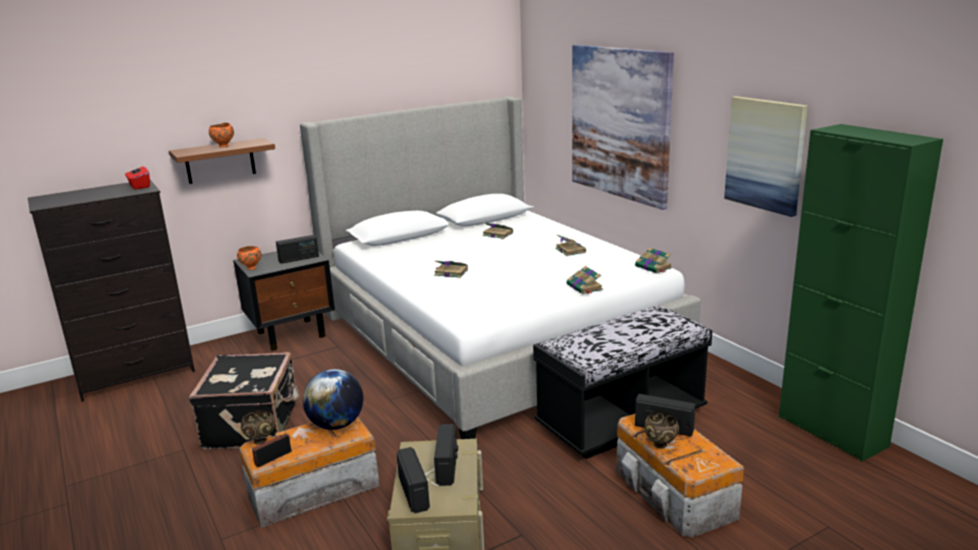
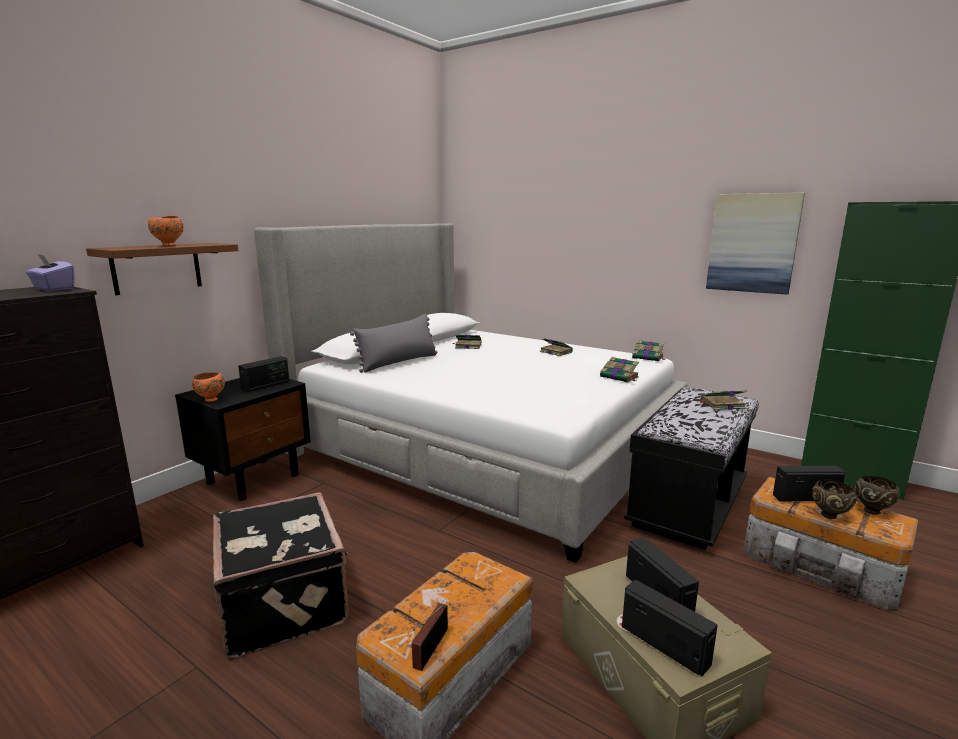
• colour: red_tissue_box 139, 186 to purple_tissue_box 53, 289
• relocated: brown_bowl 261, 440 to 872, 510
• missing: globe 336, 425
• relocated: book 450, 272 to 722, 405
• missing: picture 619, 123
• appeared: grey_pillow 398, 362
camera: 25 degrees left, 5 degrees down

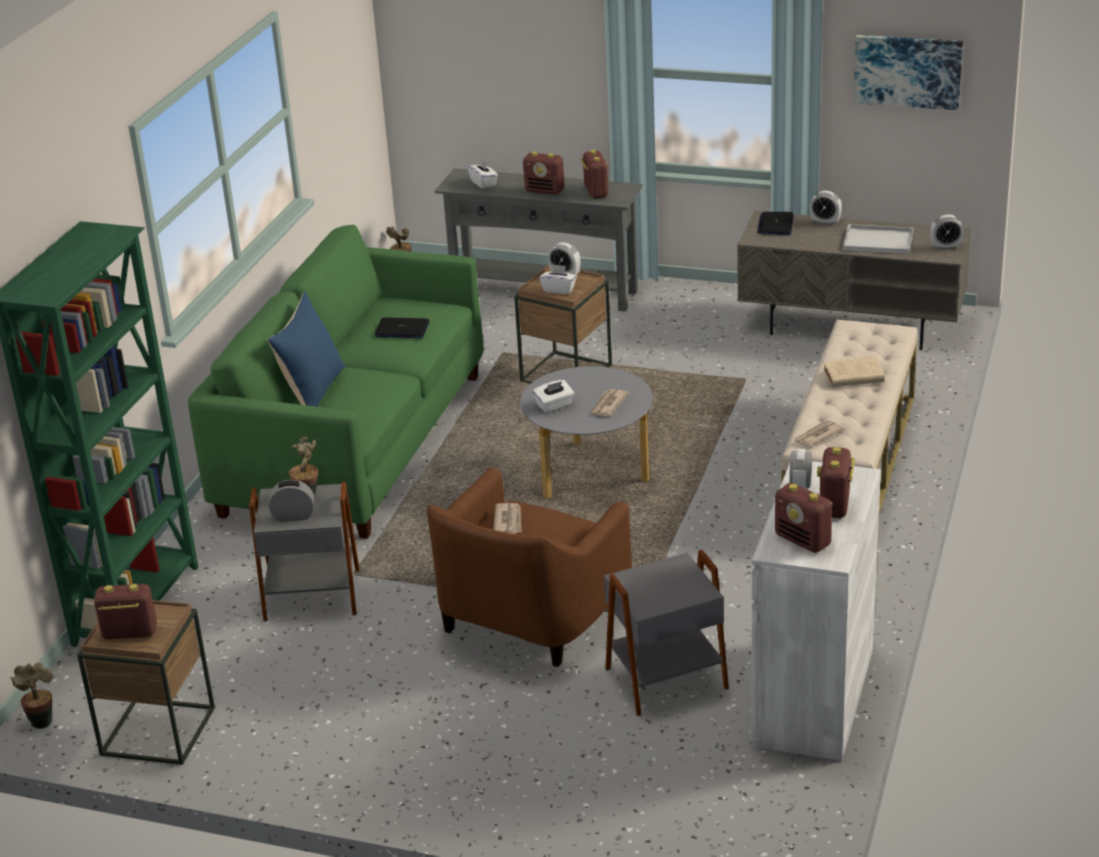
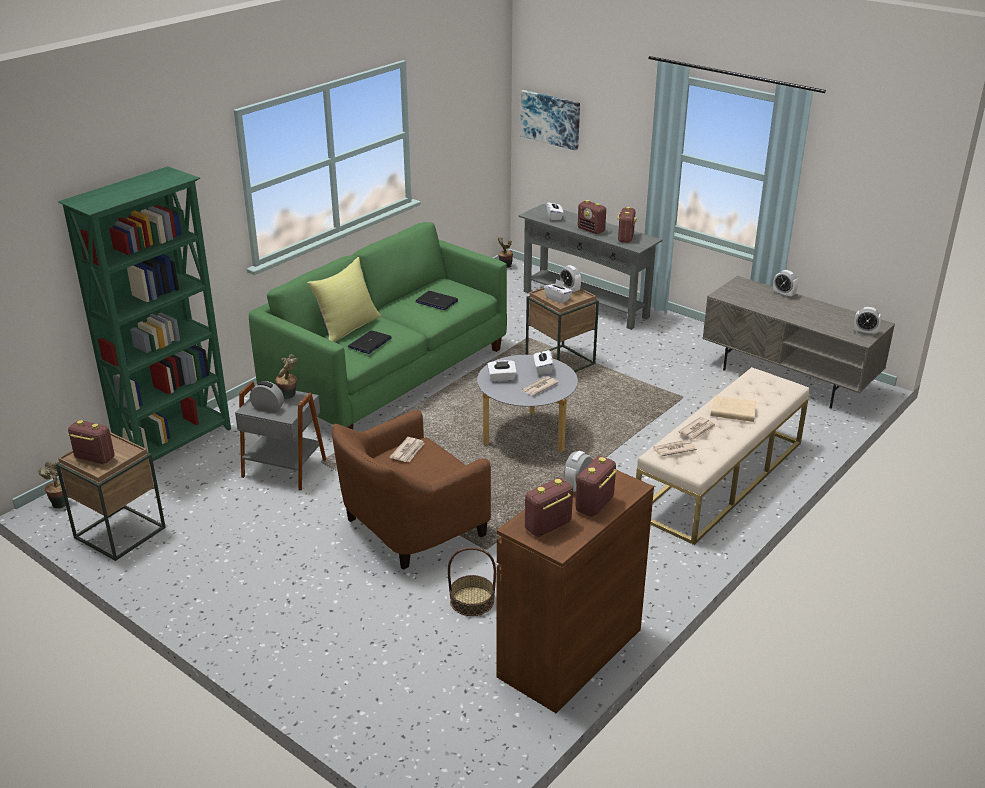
• colour: blue_pillow 313, 390 to yellow_pillow 348, 328
• exchanged: grey_side_table 665, 677 to basket 472, 601
• colour: white_cabinet 814, 696 to brown_cabinet 570, 653
• relocated: laptop 776, 224 to 370, 343
• spun: radio 803, 541 = 547, 526 75 degrees clockwise
• missing: white_tray 879, 241
• relocated: picture 908, 71 to 551, 119
• appeared: white_tissue_box 542, 369
• appeared: newspaper 698, 430
camera: 20 degrees right, 0 degrees up

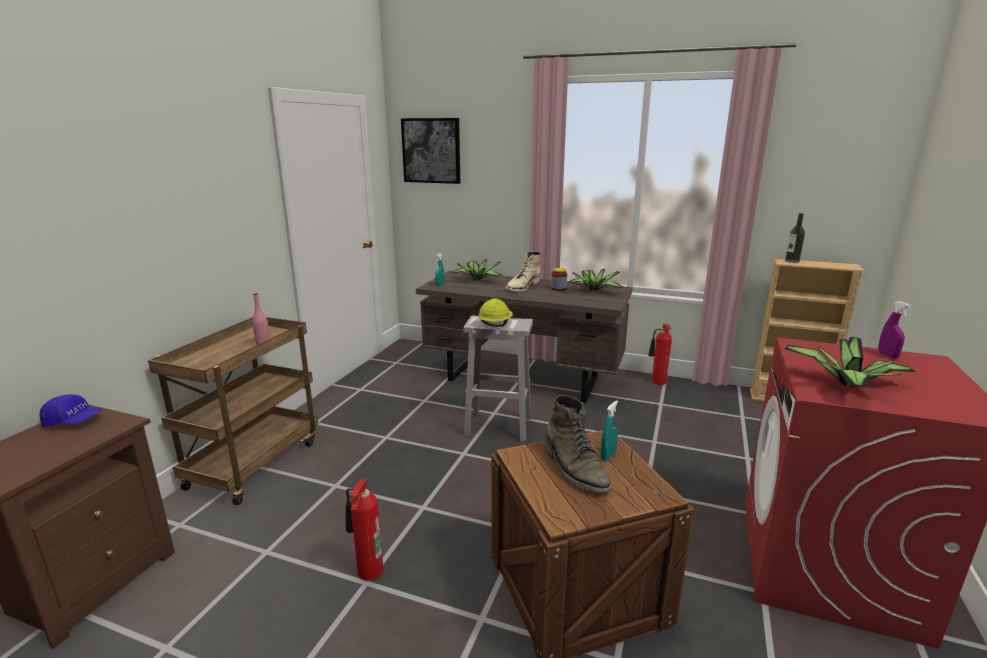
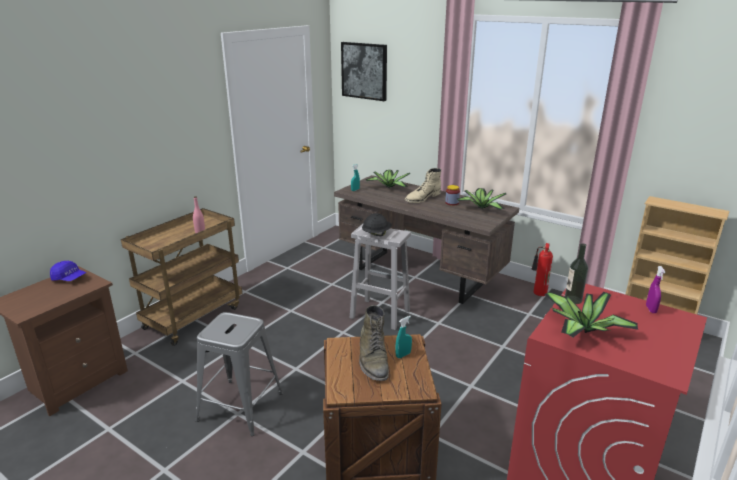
• exchanged: fire_extinguisher 367, 573 to grey_stool 240, 407
• colour: yellow_hard_hat 495, 325 to black_hard_hat 376, 234
• relocated: bottle 792, 261 to 573, 299
camera: 15 degrees right, 5 degrees up

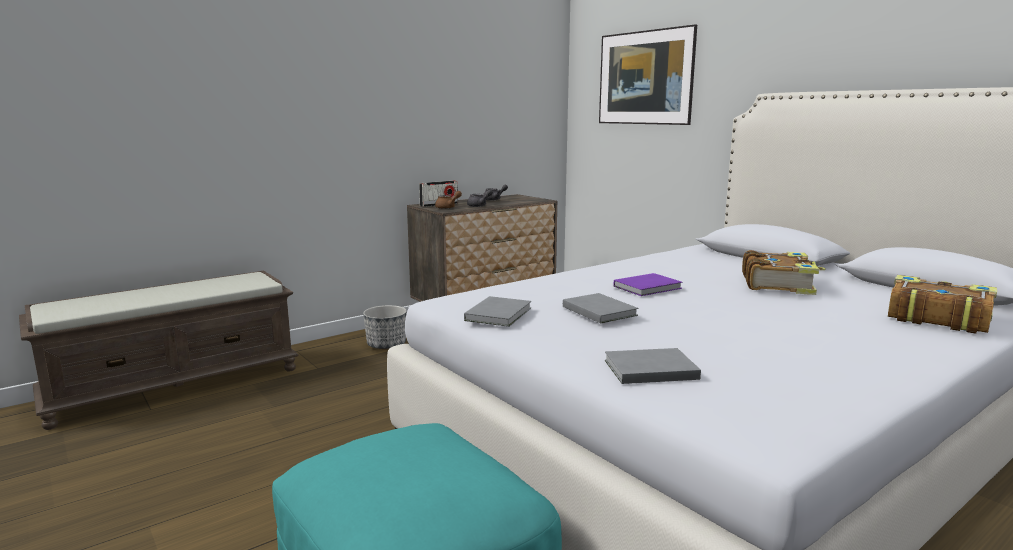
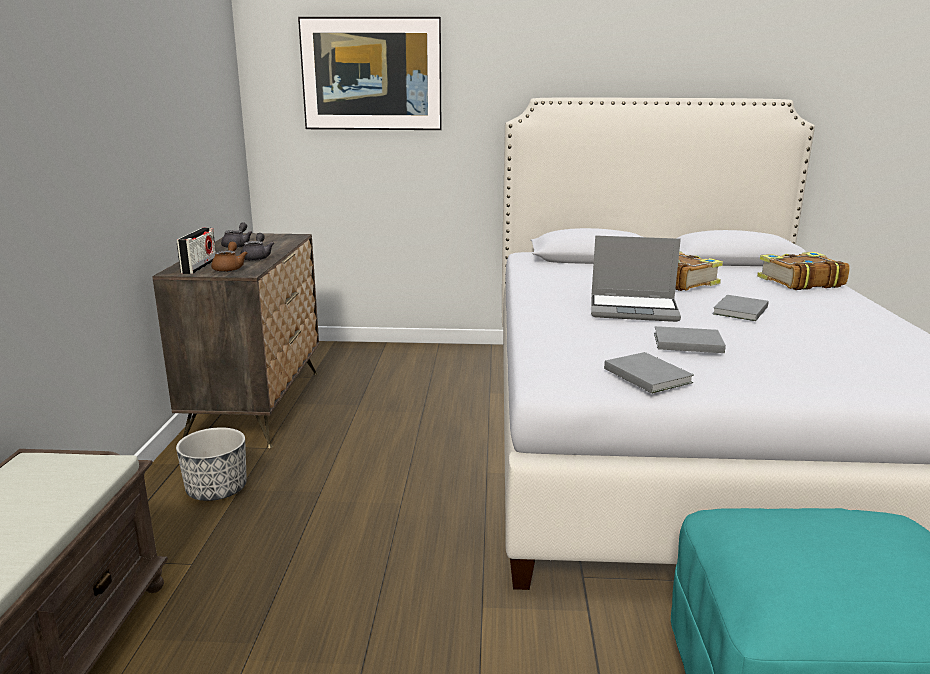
• relocated: grey_book 647, 369 to 739, 311
• exchanged: purple_book 649, 287 to laptop 634, 310
camera: 50 degrees left, 5 degrees up

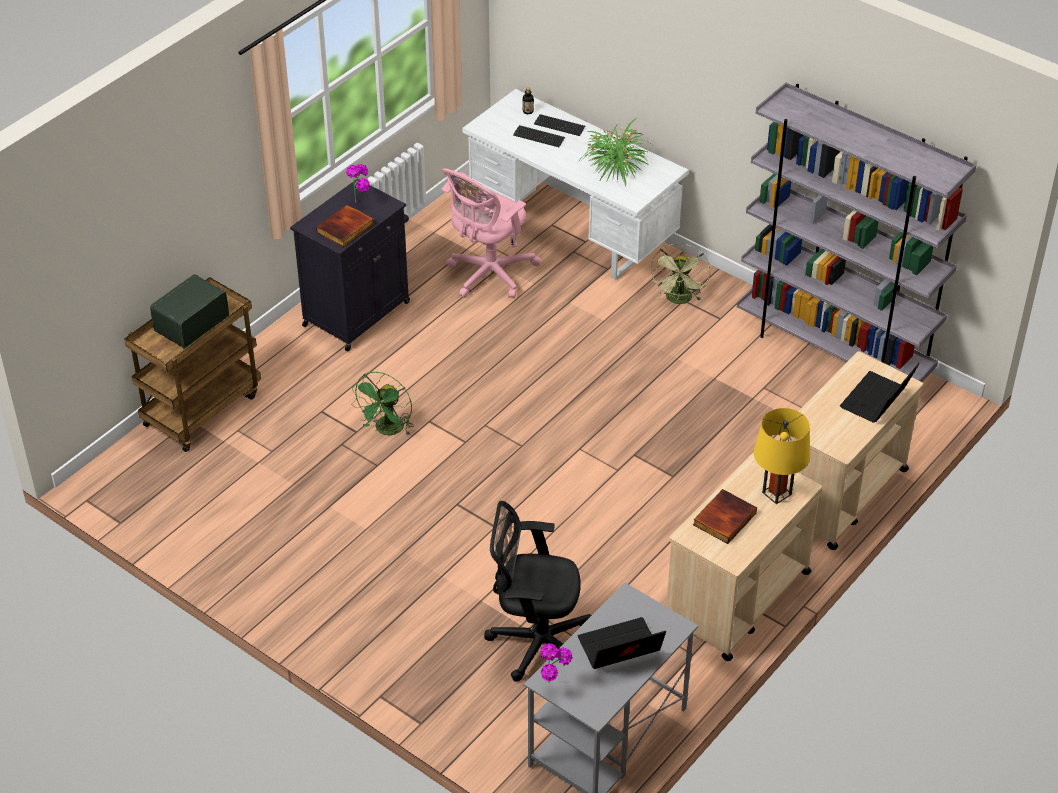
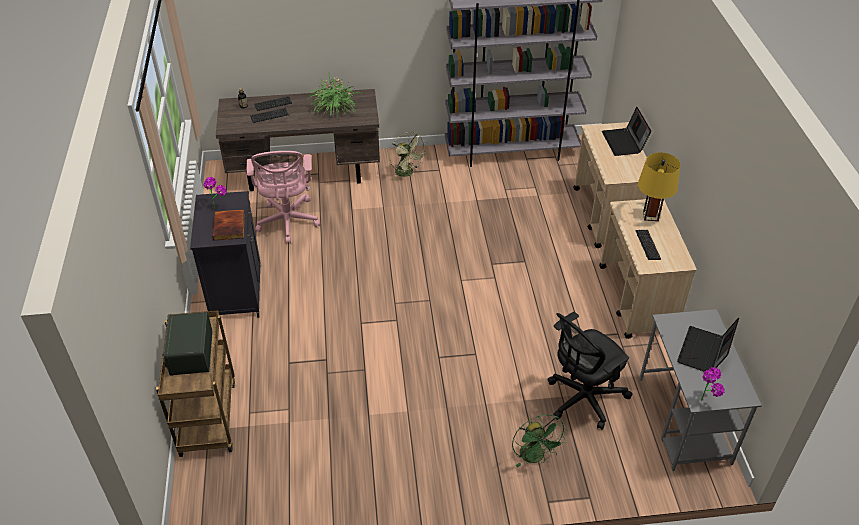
• relocated: green_fan 387, 431 to 535, 457
• colour: white_desk 574, 232 to brown_desk 306, 172
• exchanged: book 723, 518 to keyboard 647, 245
camera: 45 degrees left, 0 degrees up

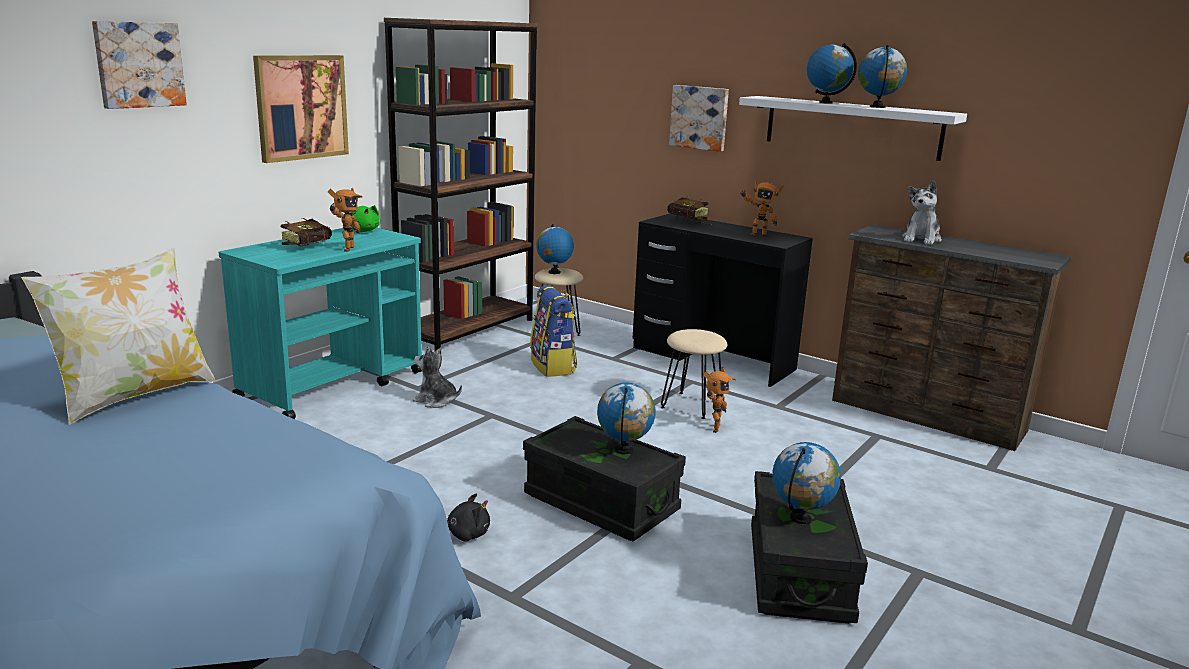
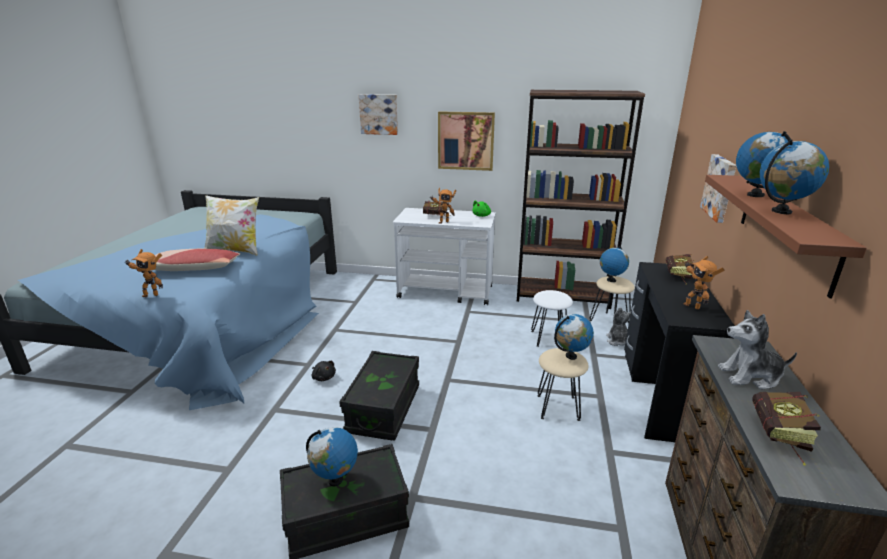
• colour: turquoise_cart 333, 384 to white_cart 446, 292
• relocated: plush_toy 436, 401 to 618, 341
• exchanged: backpack 553, 366 to white_stool 549, 338
• relocated: globe 624, 450 to 571, 356
• relocated: toy_robot 713, 428 to 151, 295
• colour: white_shelf 852, 127 to brown_shelf 786, 229
• appeared: pillow 193, 269
• appeared: book 780, 437
camera: 65 degrees right, 5 degrees up

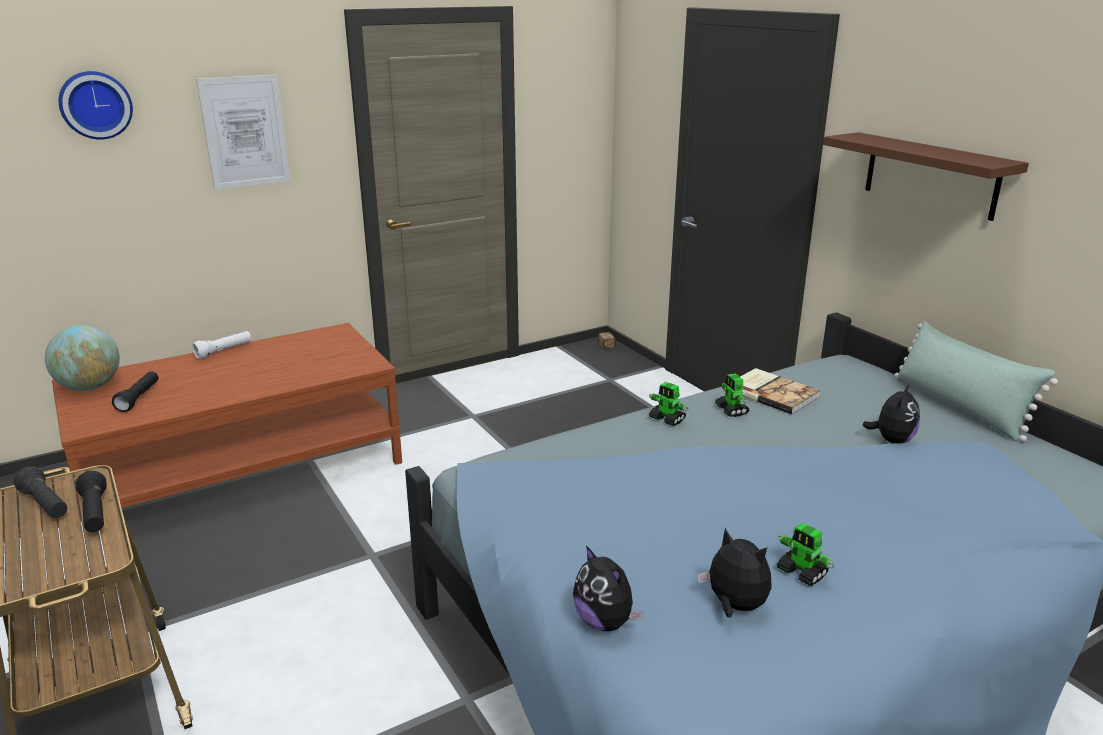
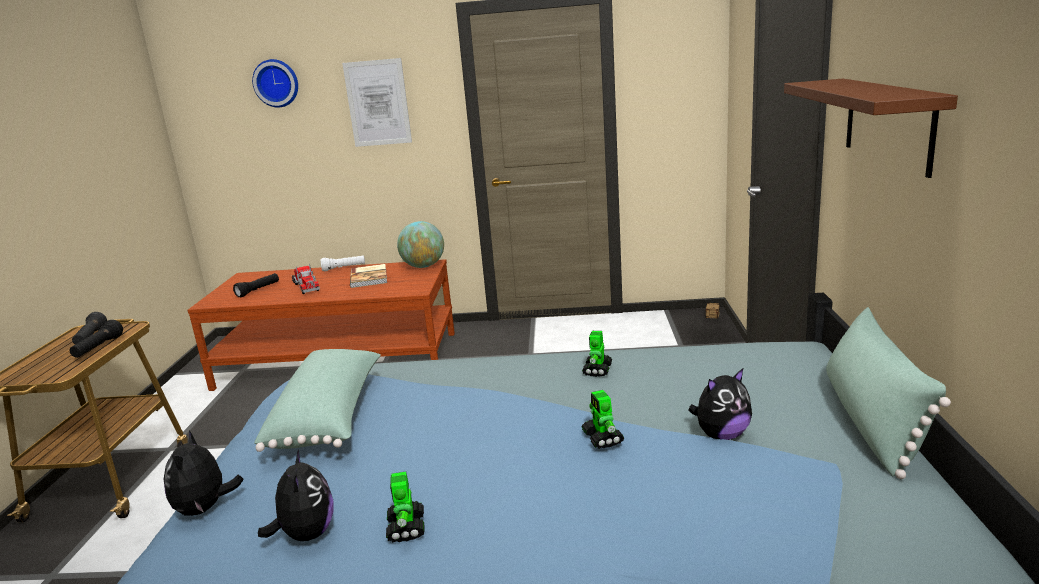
• relocated: globe 90, 387 to 423, 266
• relocated: toy_robot 667, 419 to 602, 438
• relocated: book 772, 393 to 370, 277
• appeared: green_pillow 331, 417
• appeared: toy_truck 305, 286
camera: 35 degrees right, 5 degrees down

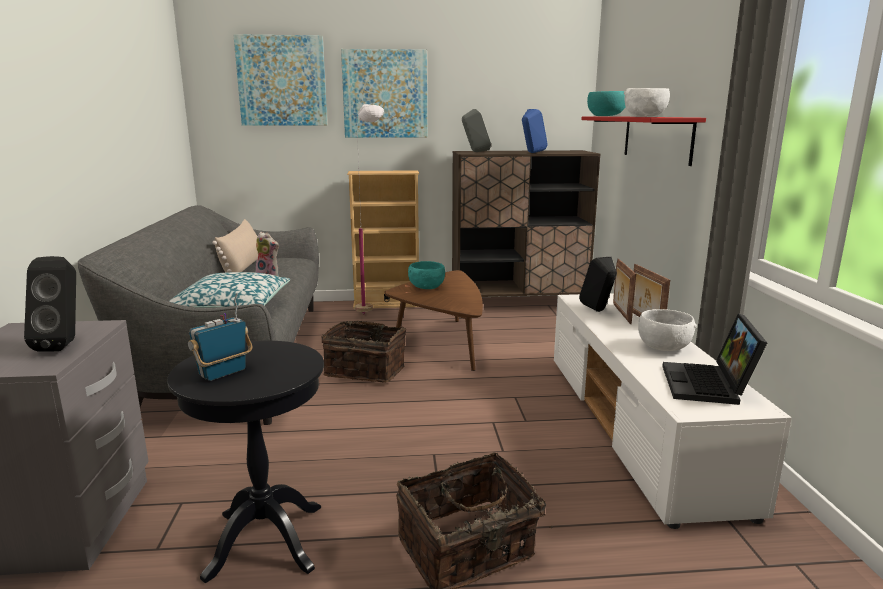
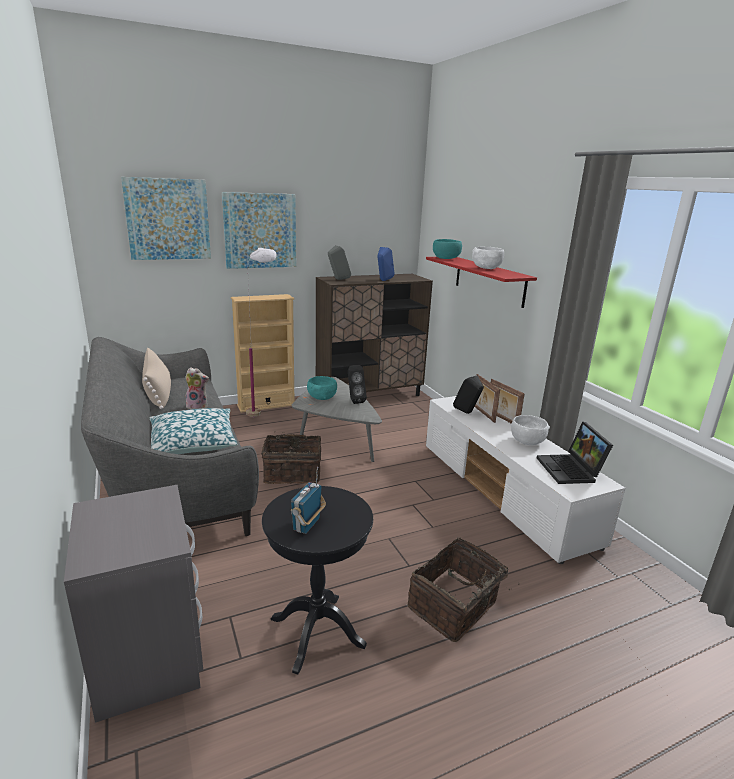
• relocated: black_speaker 64, 345 to 354, 401
• colour: brown_coffee_table 442, 343 to grey_coffee_table 335, 439
camera: 20 degrees left, 5 degrees up

